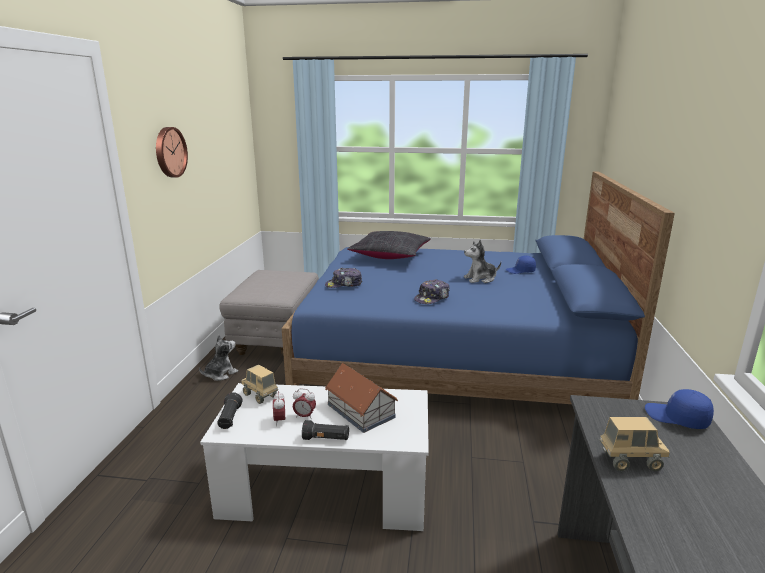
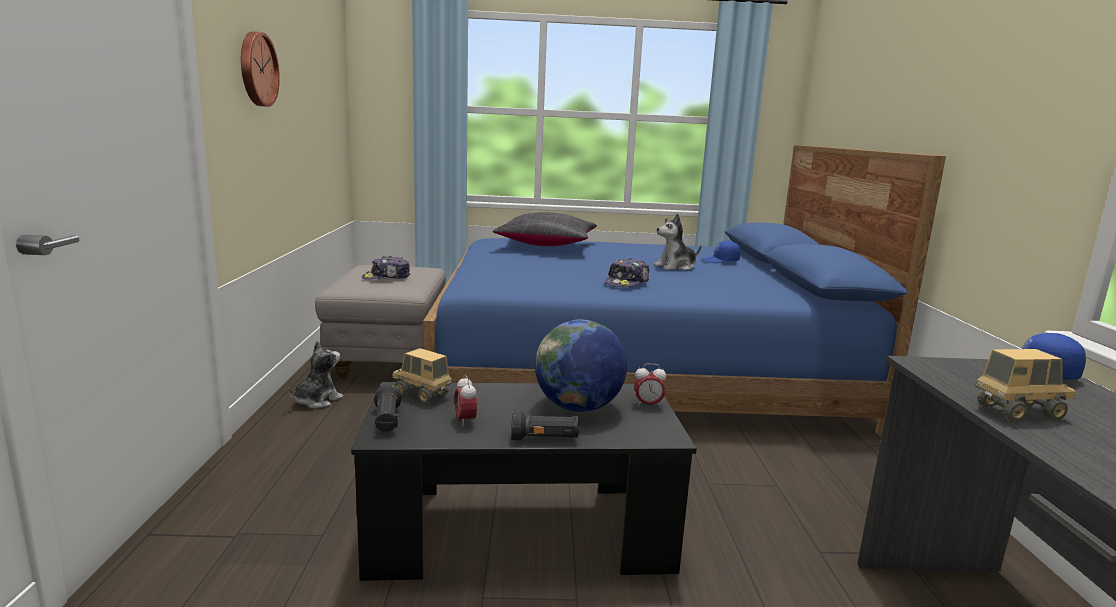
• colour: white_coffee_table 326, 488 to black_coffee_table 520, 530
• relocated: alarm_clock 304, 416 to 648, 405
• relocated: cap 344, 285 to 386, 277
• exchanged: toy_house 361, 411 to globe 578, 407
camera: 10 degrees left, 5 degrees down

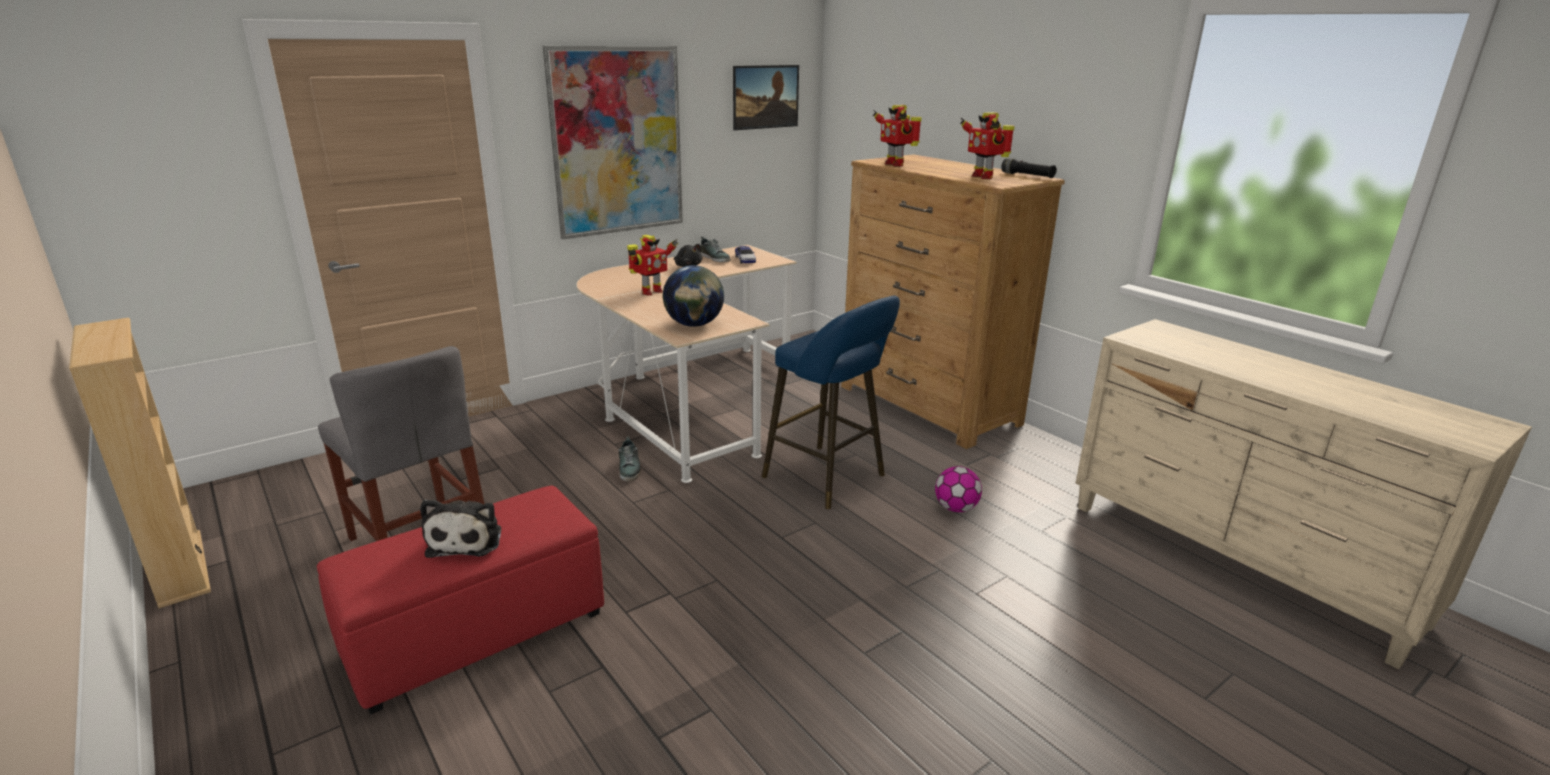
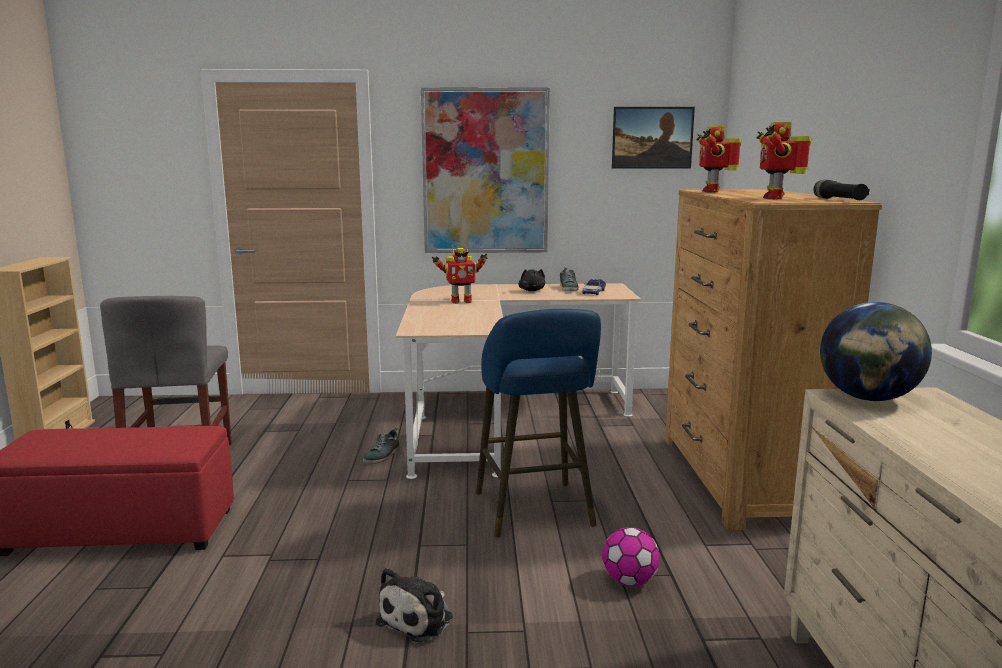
• relocated: plush_toy 467, 539 to 419, 619
• relocated: globe 694, 325 to 868, 398
camera: 35 degrees right, 10 degrees down

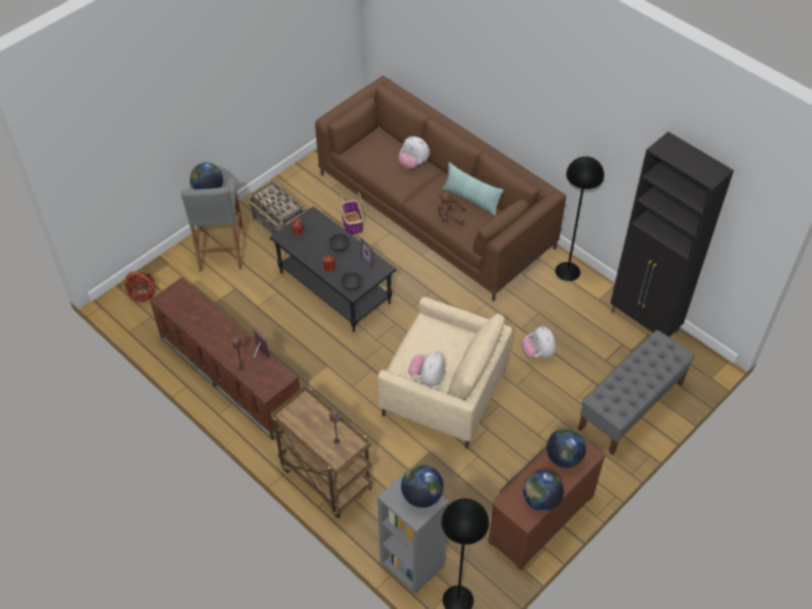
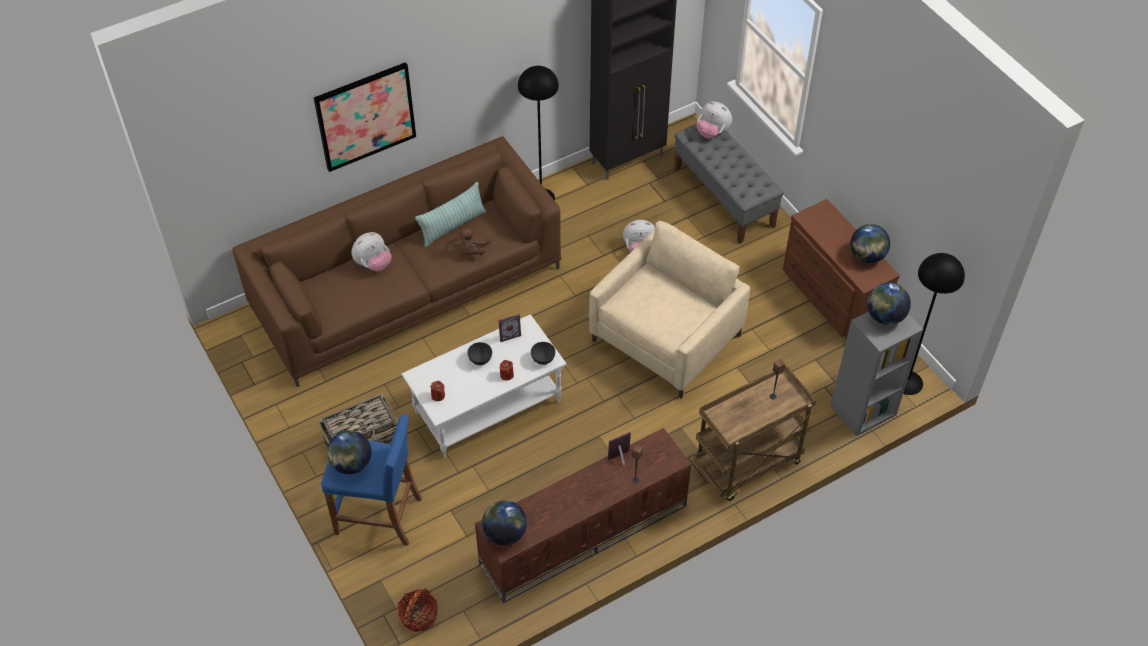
• colour: grey_stool 221, 249 to blue_stool 379, 516
• colour: black_coffee_table 336, 287 to white_coffee_table 487, 406
• missing: basket 352, 223
• relocated: plush_toy 427, 378 to 712, 132
• relocated: globe 564, 457 to 505, 533
• appeared: picture 365, 116
camera: 75 degrees left, 0 degrees up

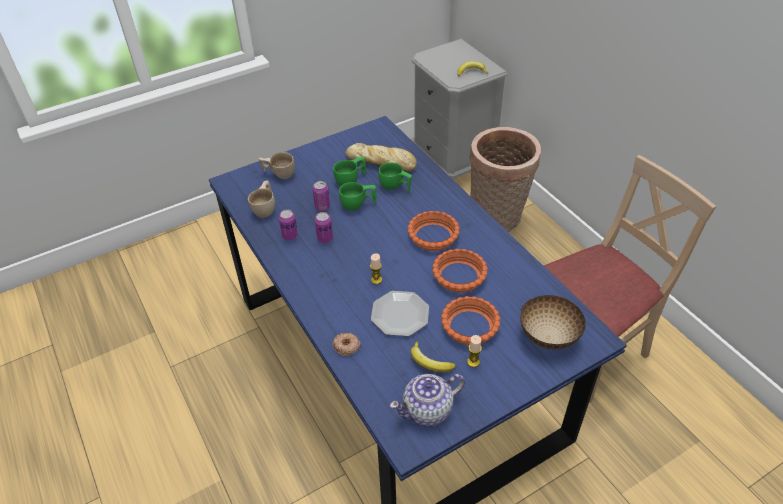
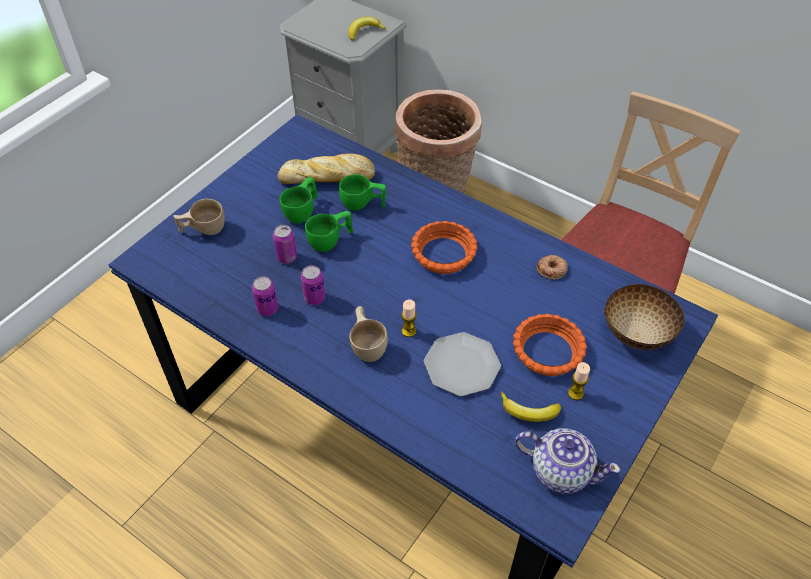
• relocated: beige_cup 266, 208 to 368, 344
• relocated: donut 346, 346 to 552, 269
• spun: teapot 428, 410 = 560, 470 105 degrees counterclockwise
• missing: orange_bowl 459, 276
camera: 25 degrees left, 5 degrees up

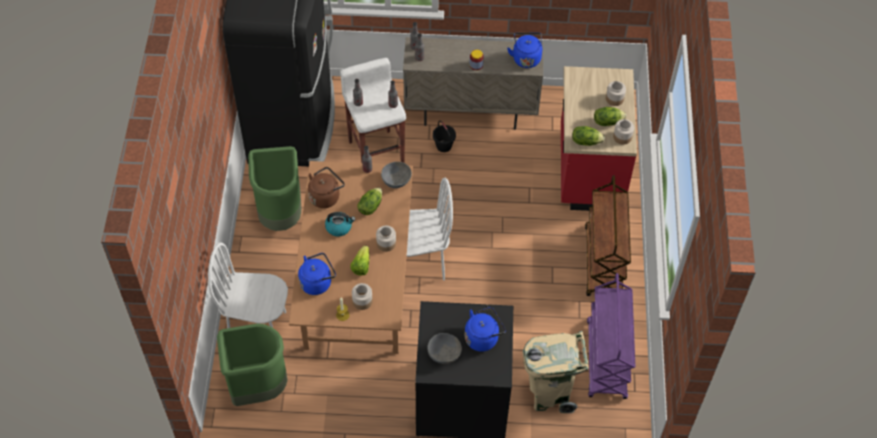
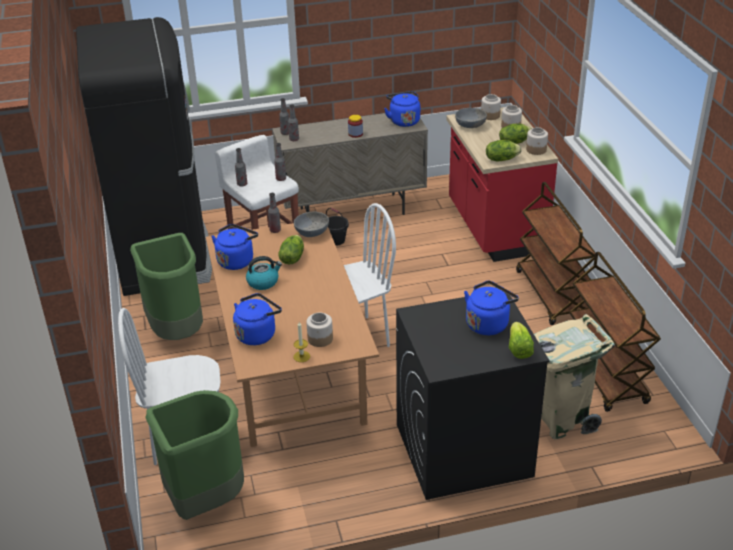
• colour: brown_kettle 326, 196 to blue_kettle 236, 260
• relocated: lettuce 361, 265 to 519, 349
• relocated: jar 386, 243 to 490, 115
• relocated: grey_bowl 444, 353 to 470, 125
• colour: purple_cart 606, 360 to brown_cart 605, 375
camera: 15 degrees left, 20 degrees down

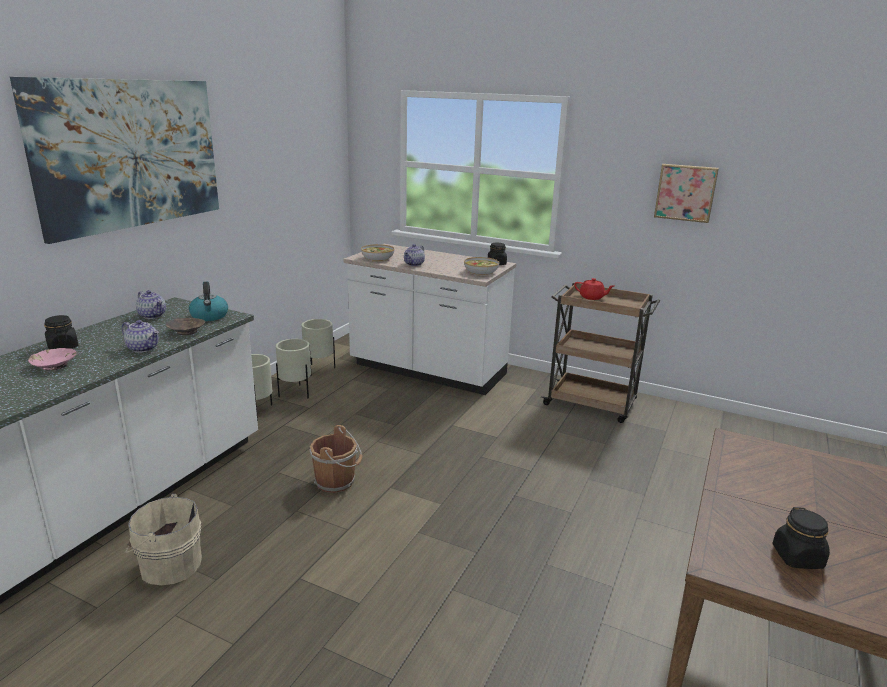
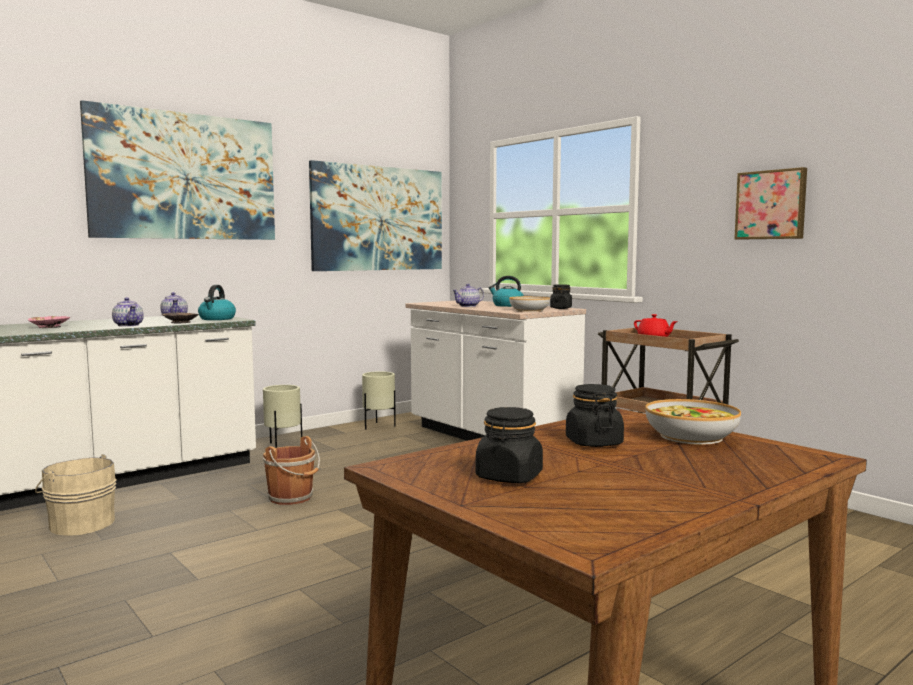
• relocated: black_jar 63, 347 to 593, 442
• missing: beige_planter 295, 393
• relocated: bowl 378, 258 to 691, 436
• appeared: picture 378, 218
• appeared: kettle 507, 305
camera: 25 degrees right, 15 degrees down

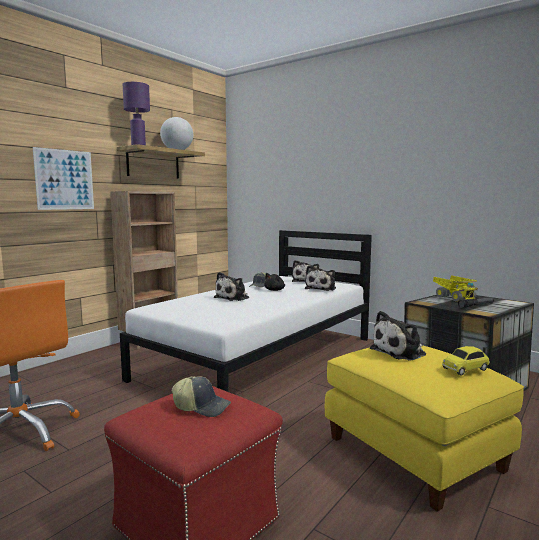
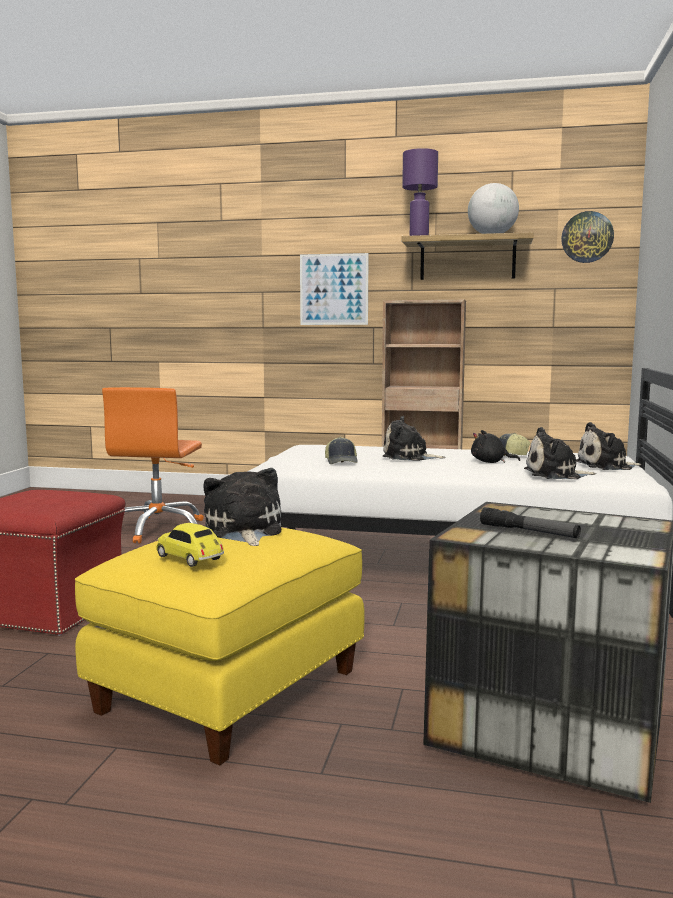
• relocated: cap 202, 407 to 342, 462
• spun: plush_toy 400, 352 = 243, 531 45 degrees clockwise
• missing: toy_truck 454, 298
• appeared: wall_clock 587, 237
camera: 65 degrees right, 0 degrees up

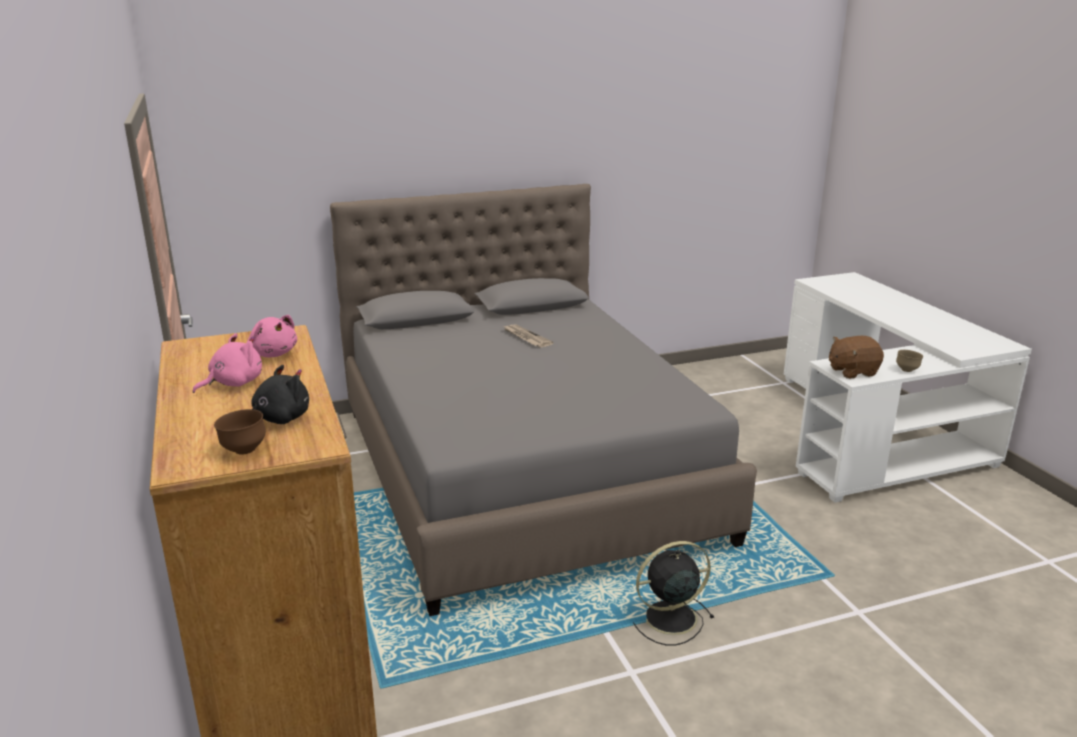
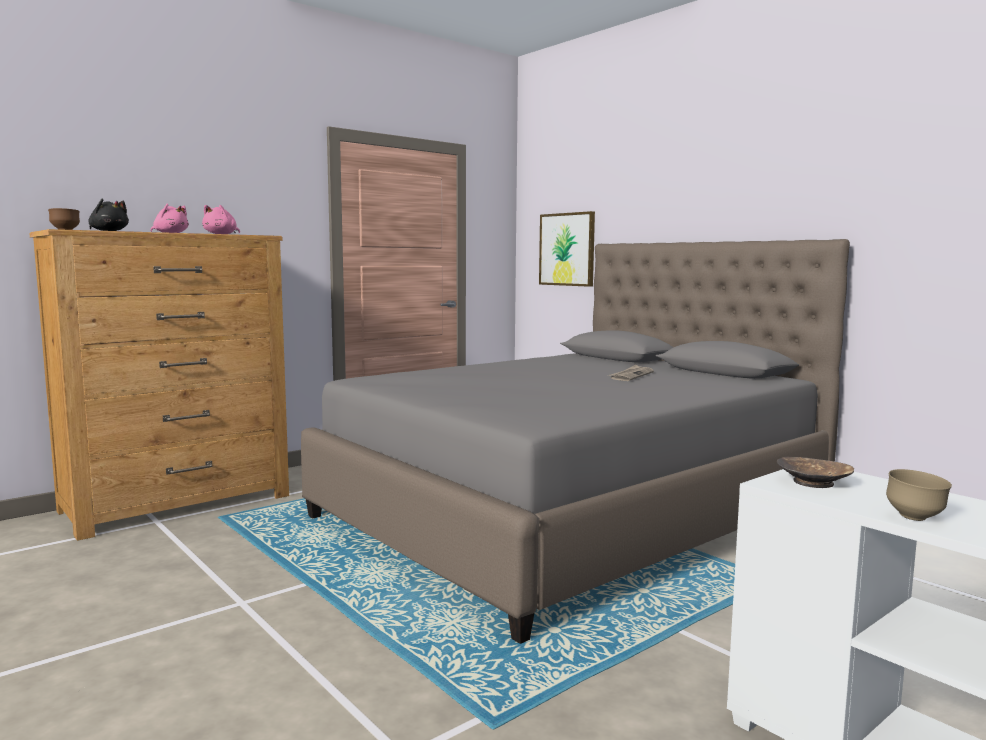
• missing: black_fan 668, 618
• exchanged: brown_plush_toy 852, 371 to brown_bowl 813, 482
• appeared: picture 567, 249
camera: 70 degrees right, 15 degrees down

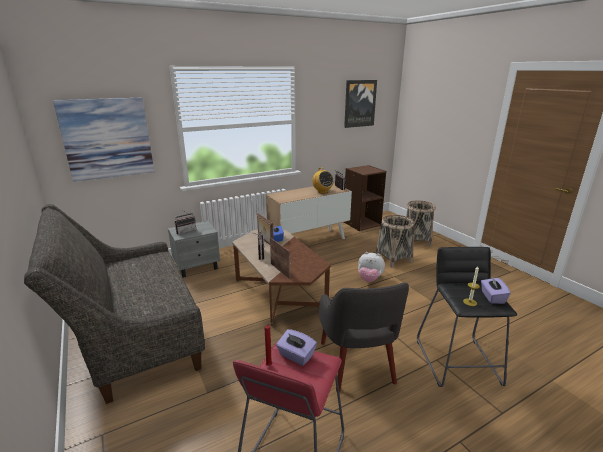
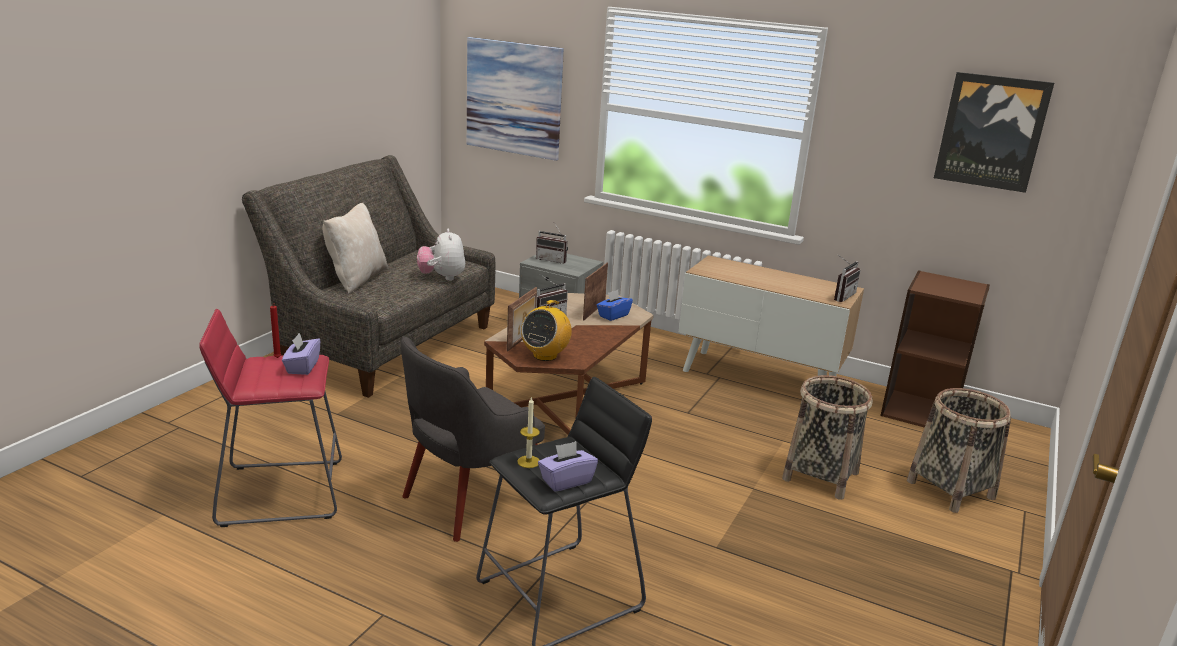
• relocated: radio 322, 191 to 545, 355
• relocated: plush_toy 369, 279 to 442, 277
• appeared: beige_pillow 356, 279
camera: 55 degrees right, 0 degrees up

